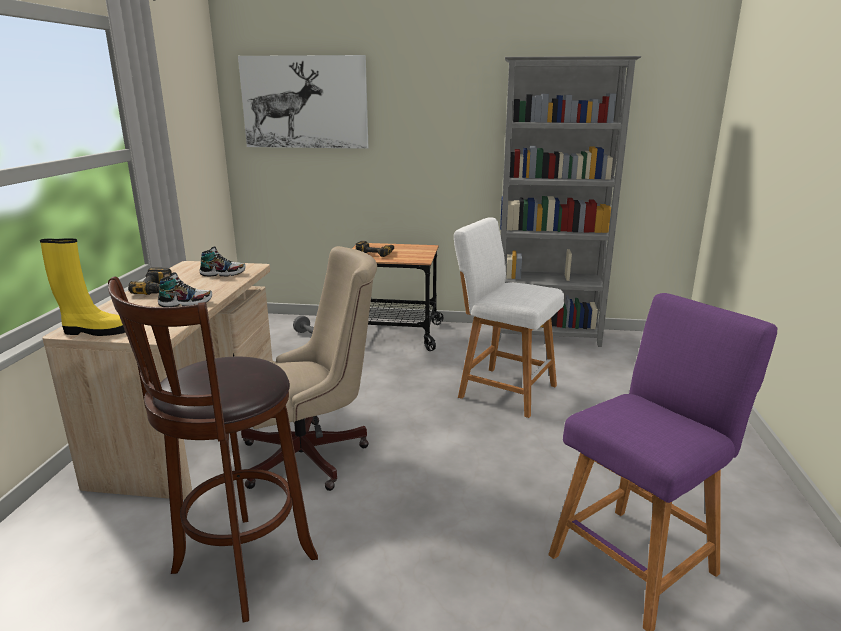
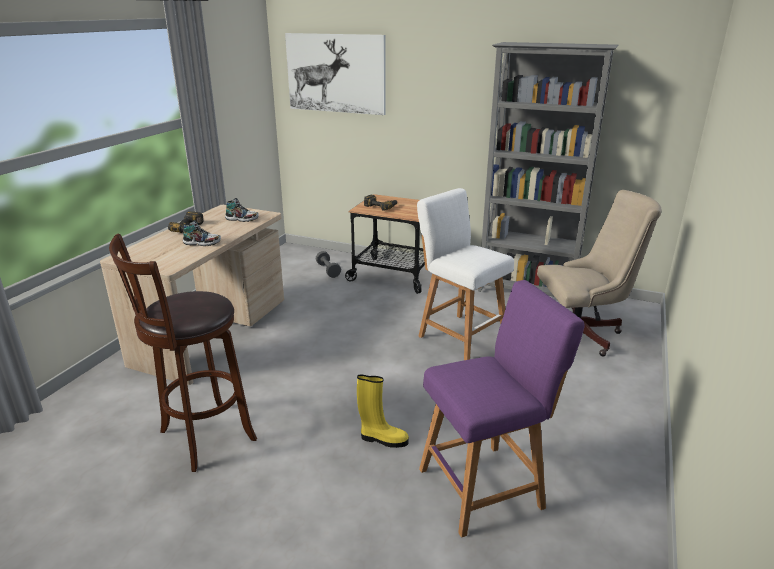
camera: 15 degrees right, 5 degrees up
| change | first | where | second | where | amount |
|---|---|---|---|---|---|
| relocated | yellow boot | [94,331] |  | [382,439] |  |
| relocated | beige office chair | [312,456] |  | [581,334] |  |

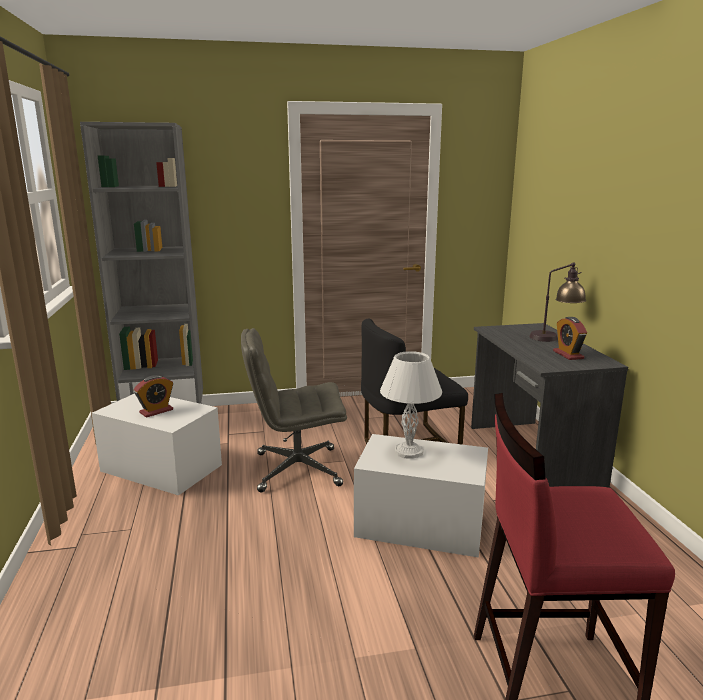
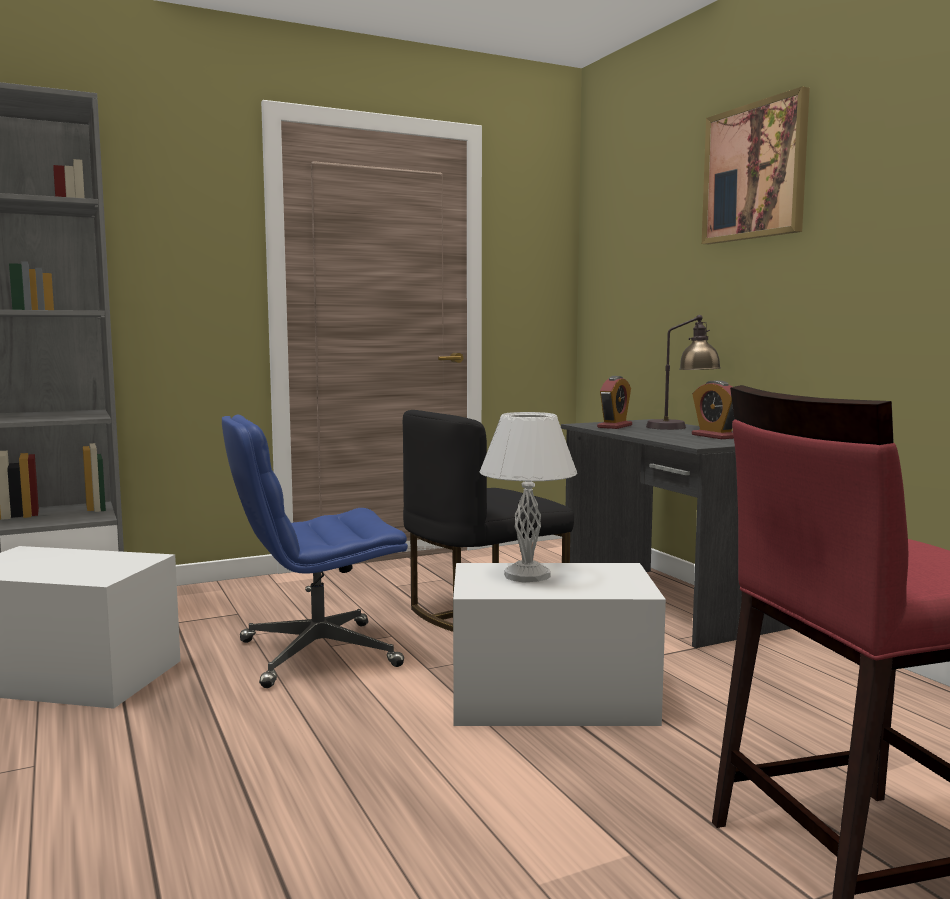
camera: 15 degrees left, 10 degrees down
| change | first | where | second | where | amount |
|---|---|---|---|---|---|
| colour | grey office chair | [296,469] | blue office chair | [316,654] |  |
| relocated | alarm clock | [156,411] |  | [614,426] |  |
| appeared |  |  | picture | [755,172] |  |

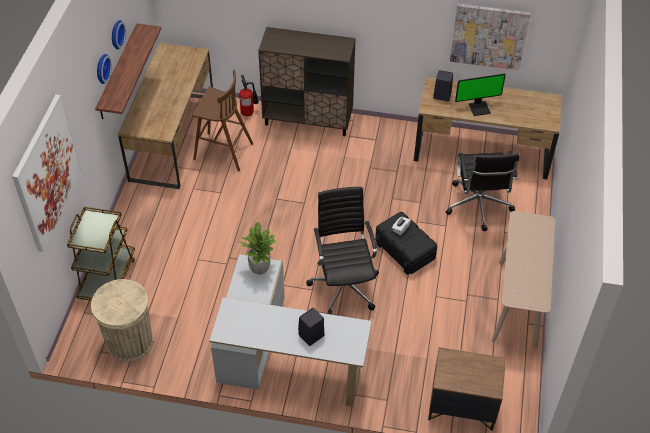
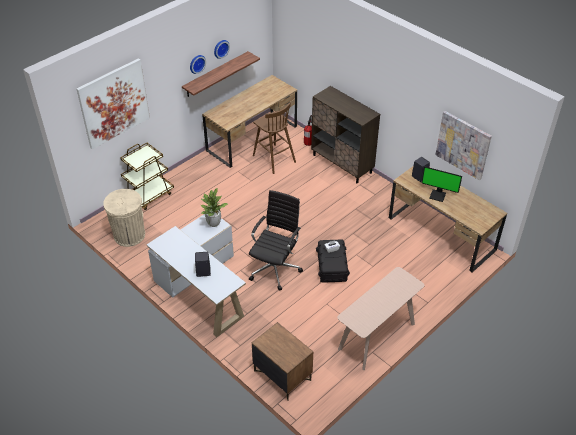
camera: 35 degrees right, 5 degrees down
| change | first | where | second | where | amount |
|---|---|---|---|---|---|
| missing | black office chair | [478,206] |  |  |  |

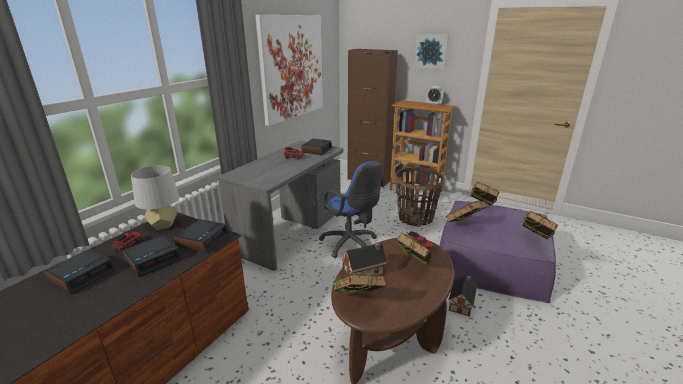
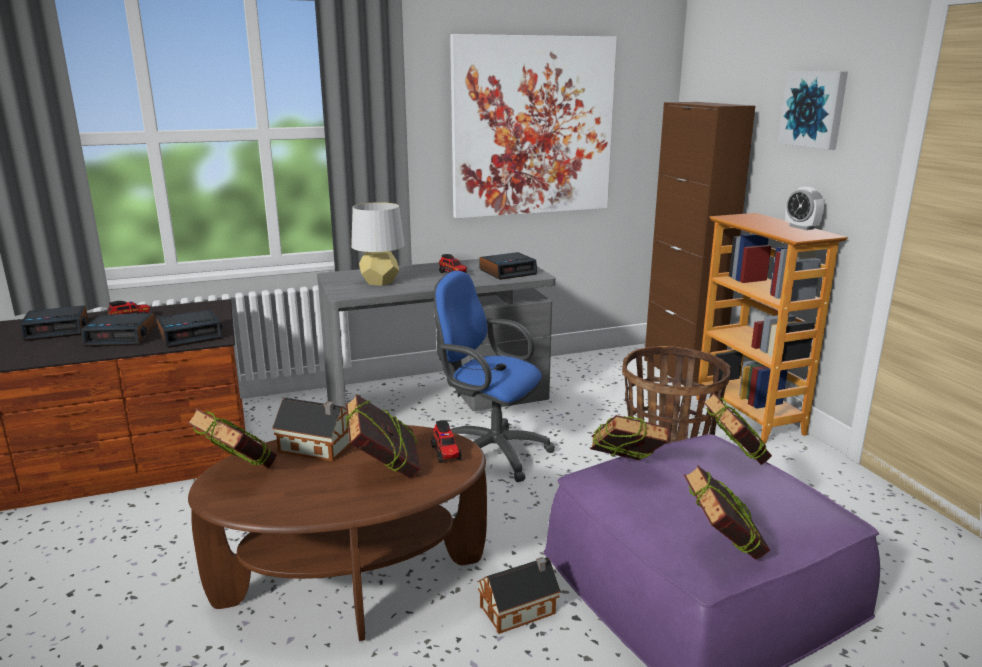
camera: 40 degrees right, 5 degrees down
| change | first | where | second | where | amount |
|---|---|---|---|---|---|
| spun | blue office chair | [351,245] |  | [489,452] | 120 degrees clockwise |
| relocated | grey table lamp | [163,225] |  | [379,282] |  |

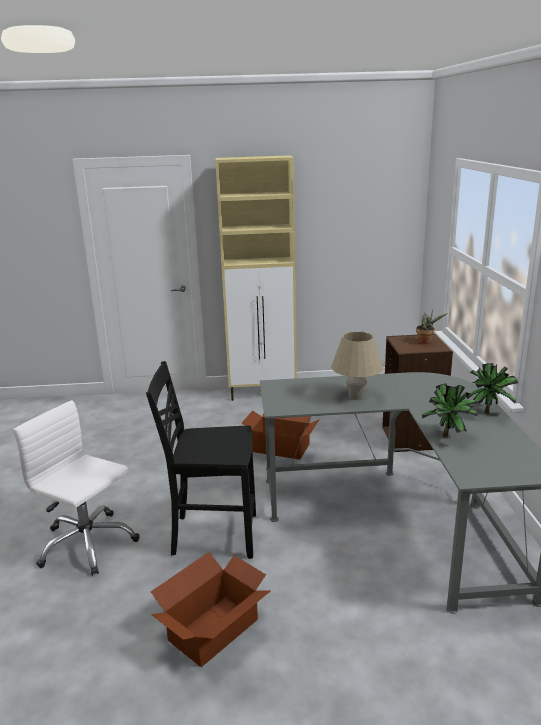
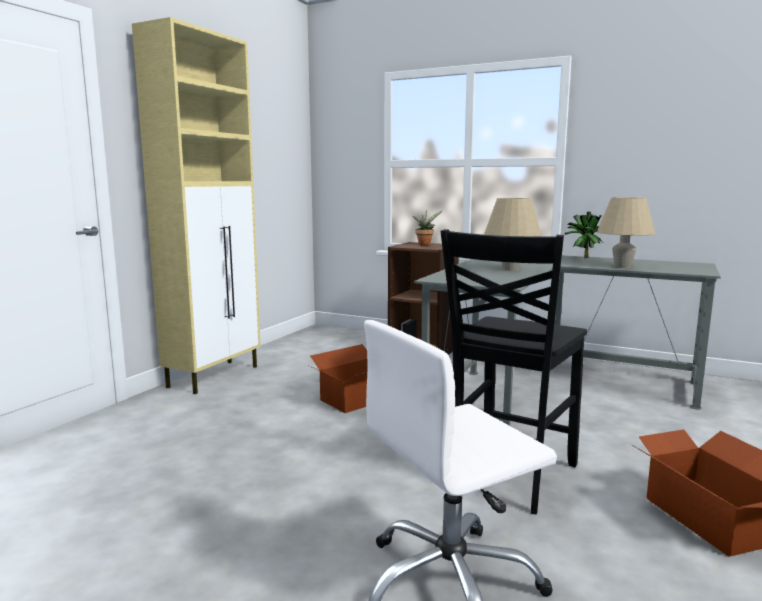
camera: 60 degrees left, 10 degrees down
| change | first | where | second | where | amount |
|---|---|---|---|---|---|
| exchanged | potted plant | [449,436] | beige table lamp | [622,266] |  |

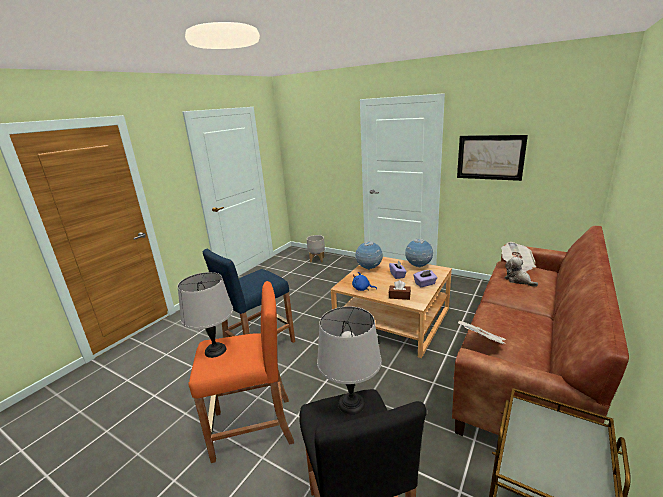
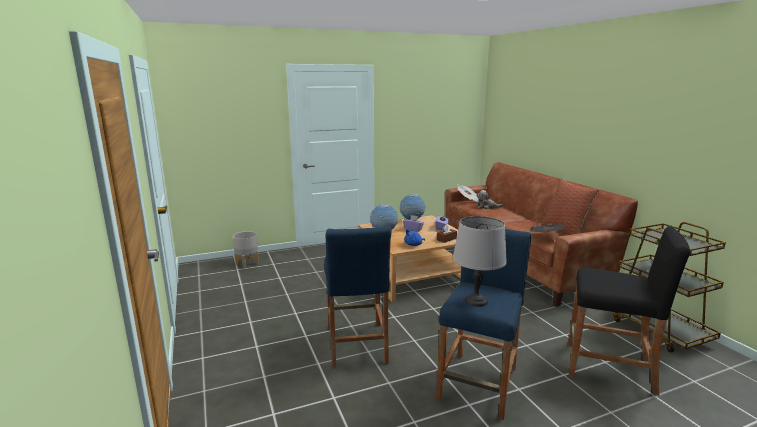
camera: 55 degrees left, 5 degrees down
| change | first | where | second | where | amount |
|---|---|---|---|---|---|
| missing | picture | [490,157] |  |  |  |
| colour | orange stool | [253,428] | blue stool | [478,383] |  |
| missing | grey table lamp | [352,404] |  |  |  |
| appeared |  |  | pillow | [565,230] |  |

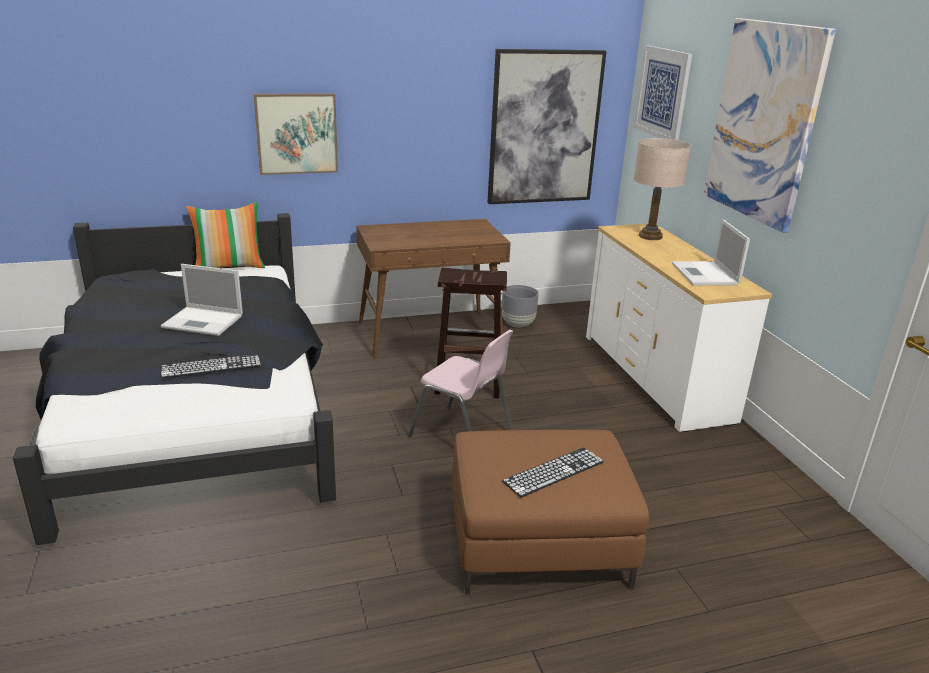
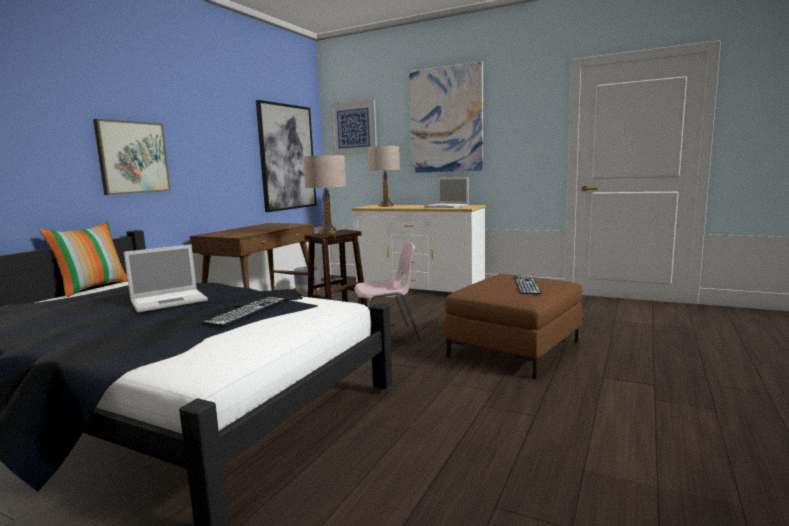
camera: 45 degrees left, 15 degrees down
| change | first | where | second | where | amount |
|---|---|---|---|---|---|
| appeared |  |  | beige table lamp | [328,233] |  |

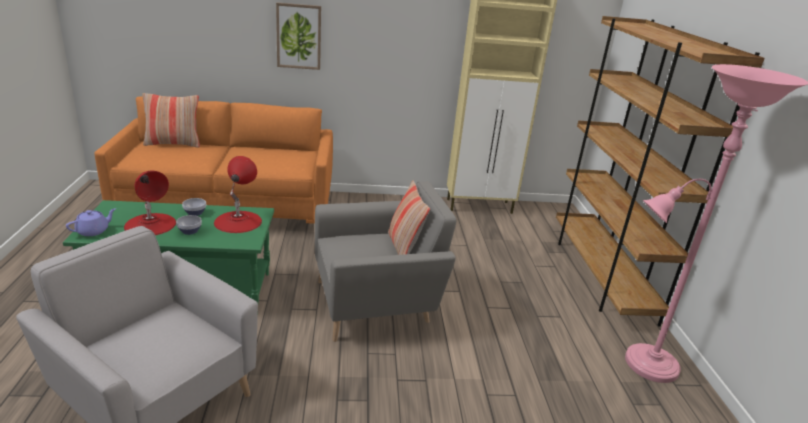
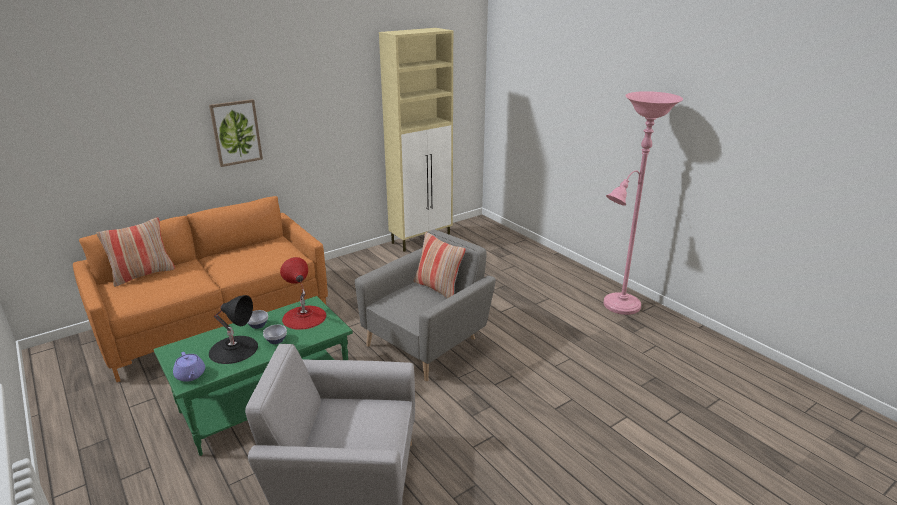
camera: 30 degrees left, 0 degrees up
| change | first | where | second | where | amount |
|---|---|---|---|---|---|
| missing | brown bookcase | [601,275] |  |  |  |
| colour | red table lamp | [150,224] | black table lamp | [233,349] |  |
| spun | purple teapot | [93,231] |  | [190,375] | 135 degrees clockwise |

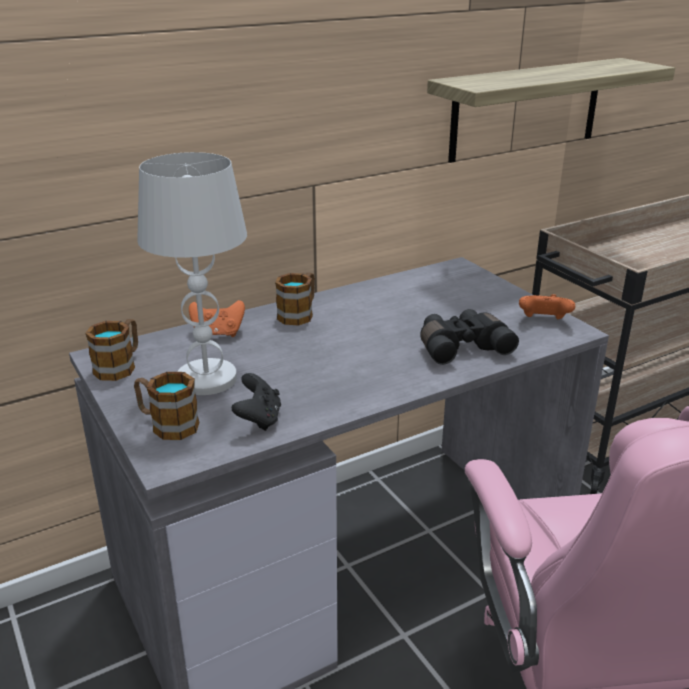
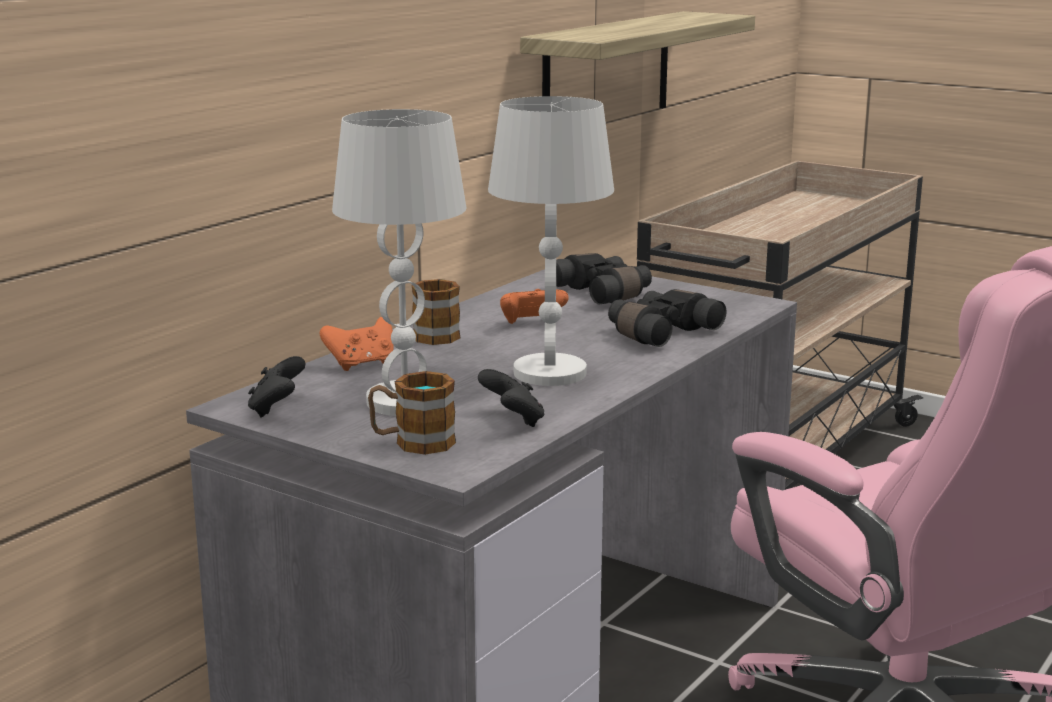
camera: 25 degrees left, 10 degrees down
| change | first | where | second | where | amount |
|---|---|---|---|---|---|
| relocated | orange game controller | [543,321] |  | [531,325] |  |
| exchanged | mug | [120,366] | black game controller | [277,409] |  |
| appeared |  |  | white table lamp | [549,373] |  |
| appeared |  |  | black binoculars | [604,293] |  |

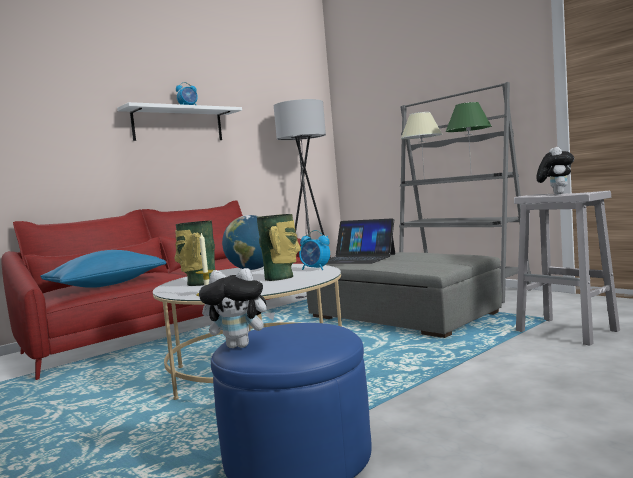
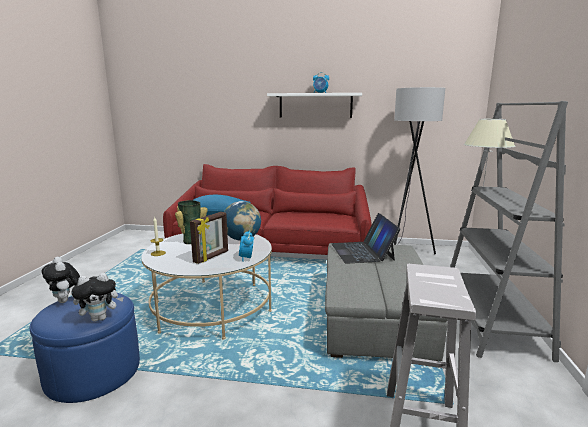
camera: 50 degrees right, 10 degrees up
| change | first | where | second | where | amount |
|---|---|---|---|---|---|
| missing | green table lamp | [471,175] |  |  |  |
| relocated | plush toy | [555,194] |  | [100,318] |  |
| exchanged | vase | [281,277] | picture frame | [211,257] |  |

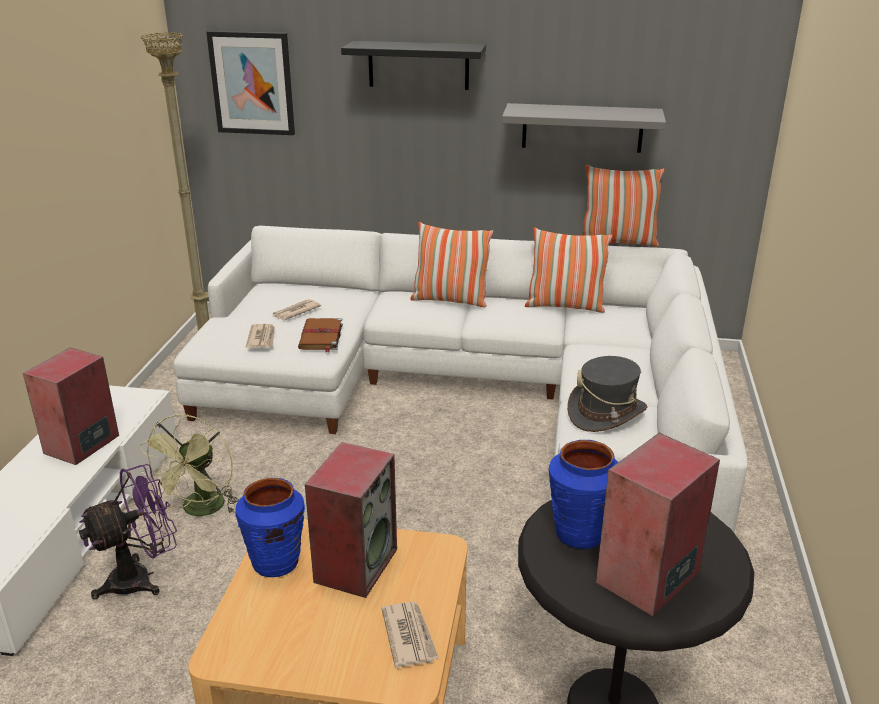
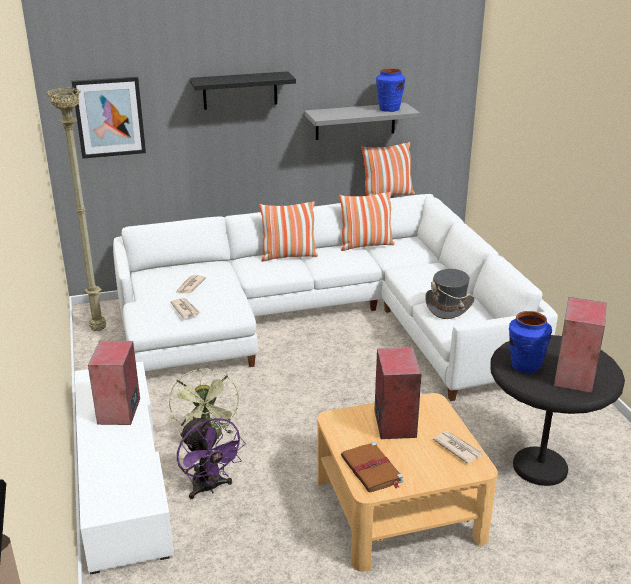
camera: 25 degrees left, 0 degrees up
| change | first | where | second | where | amount |
|---|---|---|---|---|---|
| relocated | brown book | [321,337] |  | [372,470] |  |
| spun | purple fan | [141,578] |  | [209,488] | 120 degrees clockwise |
| relocated | blue vase | [276,562] |  | [389,109] |  |

